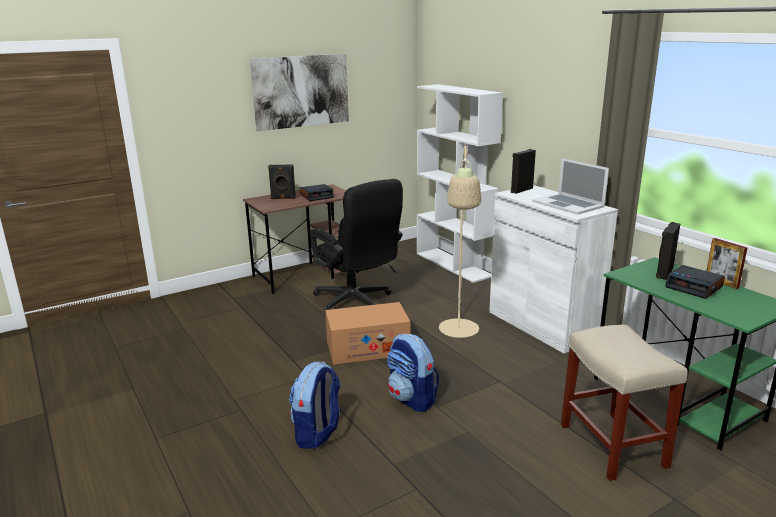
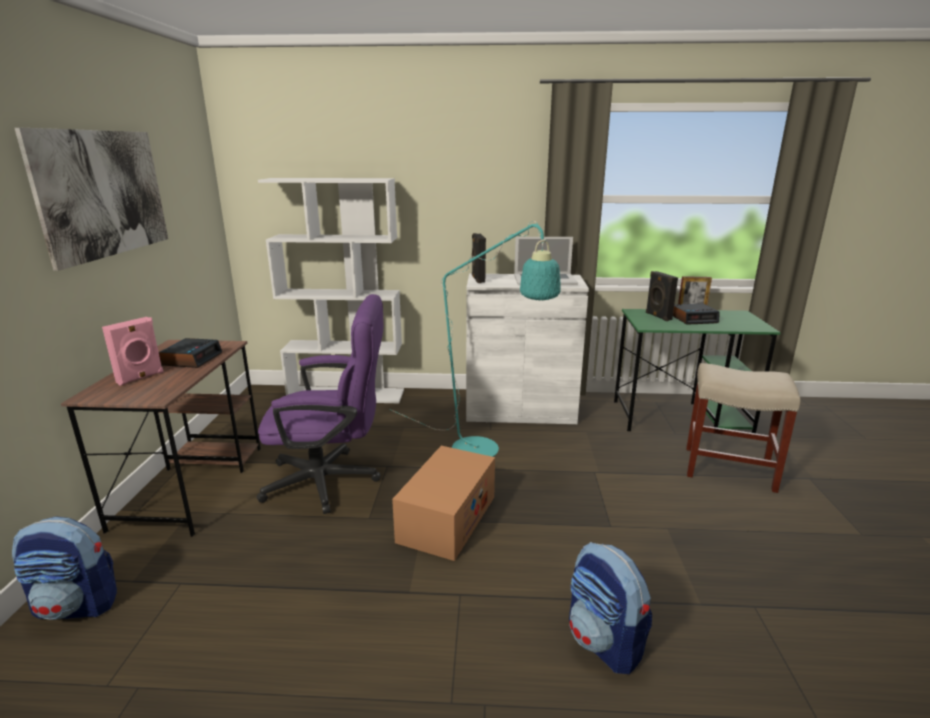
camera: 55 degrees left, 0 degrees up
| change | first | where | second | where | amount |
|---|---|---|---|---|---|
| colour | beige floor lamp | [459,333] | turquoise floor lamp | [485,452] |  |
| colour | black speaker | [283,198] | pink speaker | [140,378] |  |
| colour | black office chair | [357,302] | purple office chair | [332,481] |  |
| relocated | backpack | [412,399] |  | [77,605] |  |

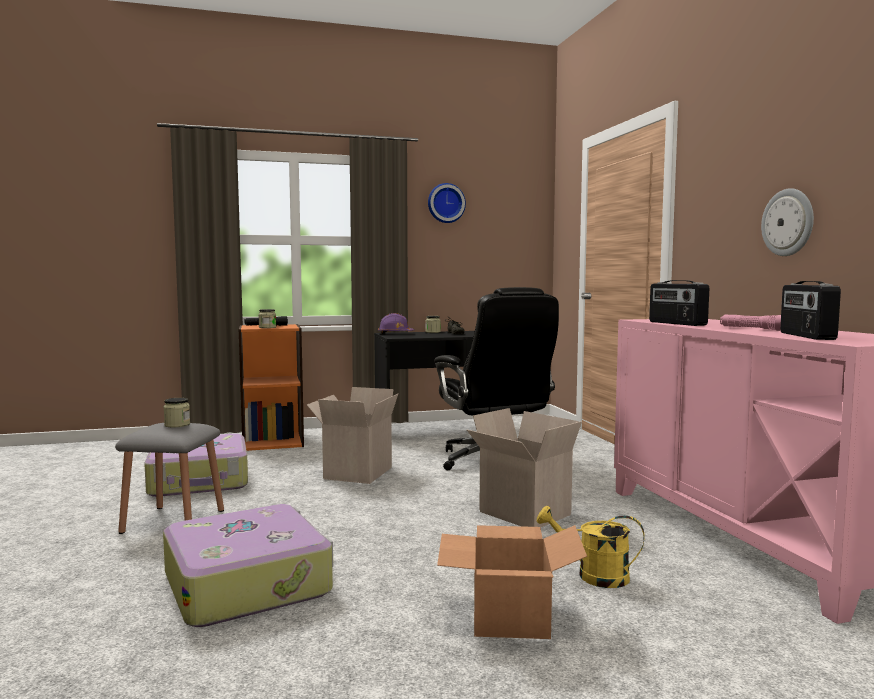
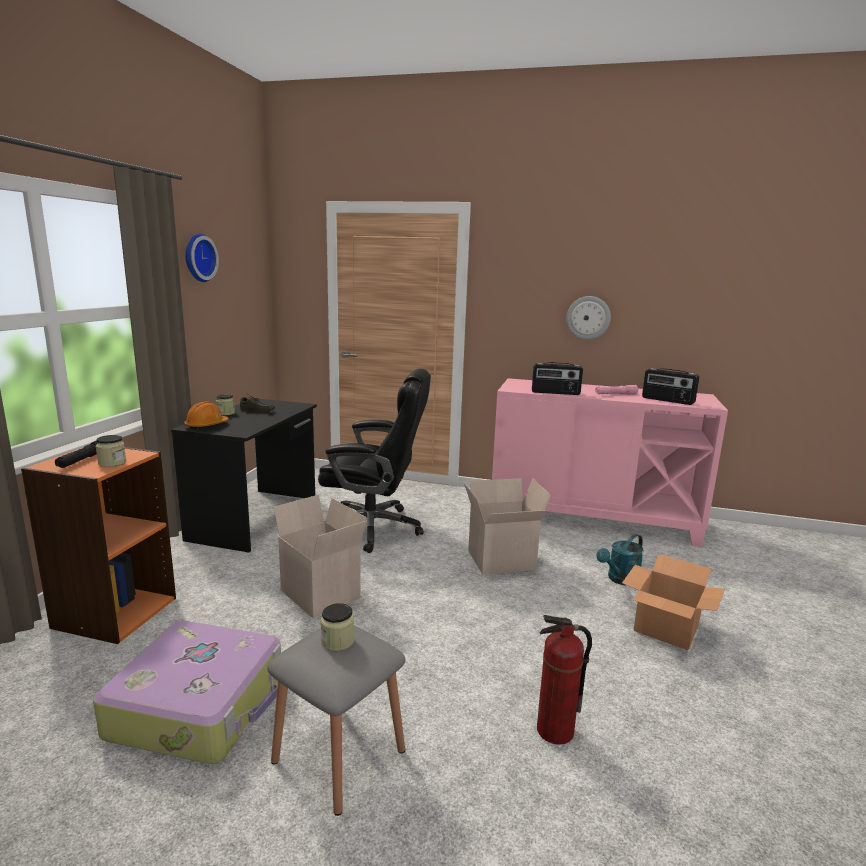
camera: 60 degrees left, 10 degrees up
| change | first | where | second | where | amount |
|---|---|---|---|---|---|
| colour | purple hard hat | [395,333] | orange hard hat | [206,426] |  |
| exchanged | suitcase | [248,583] | fire extinguisher | [554,731] |  |
| colour | yellow watering can | [593,575] | turquoise watering can | [620,579] |  |

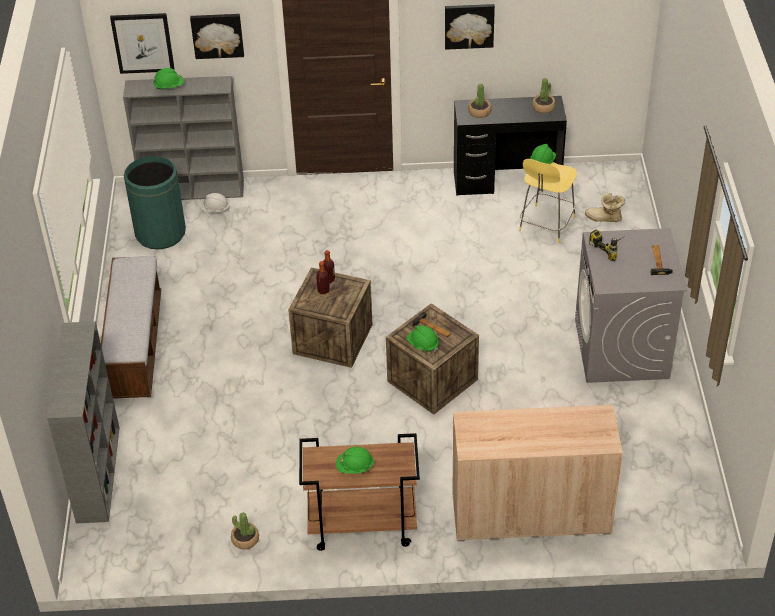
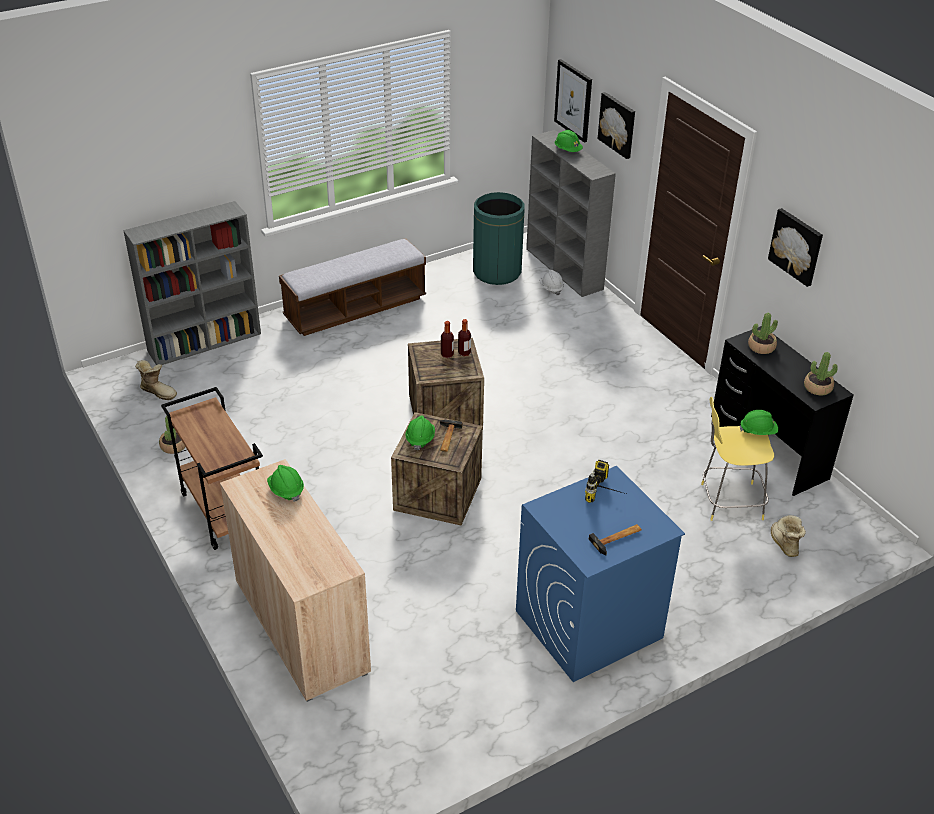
camera: 60 degrees right, 5 degrees down
| change | first | where | second | where | amount |
|---|---|---|---|---|---|
| colour | grey washing machine | [621,349] | blue washing machine | [588,625] |  |
| relocated | green hard hat | [355,467] |  | [286,490] |  |
| appeared |  |  | boot | [158,391] |  |

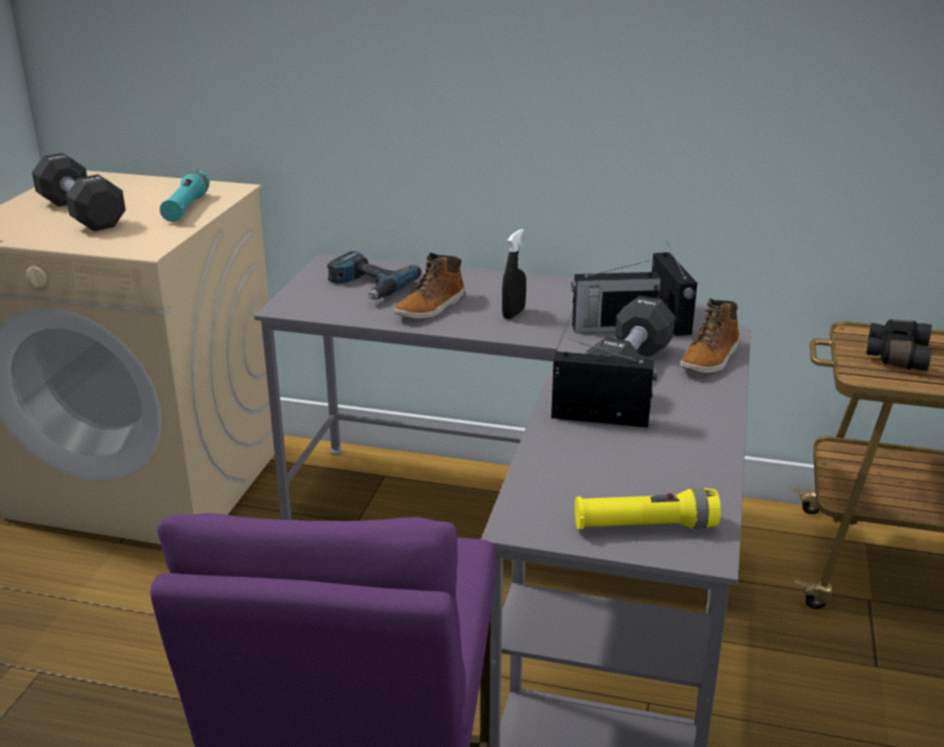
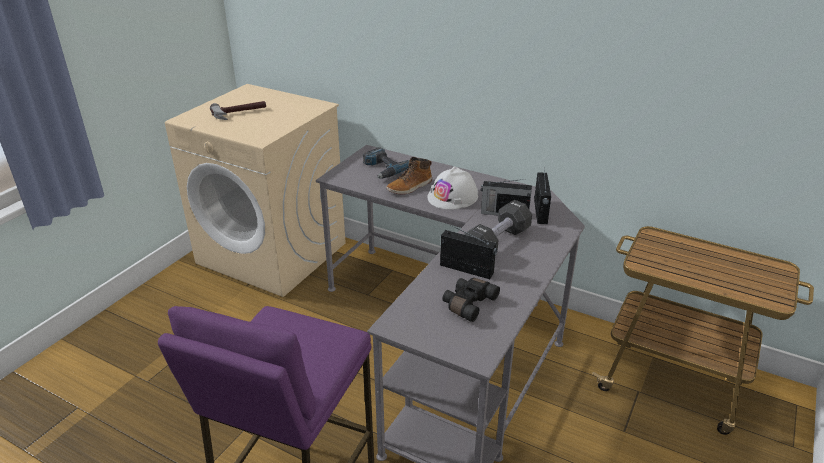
camera: 15 degrees right, 5 degrees up
| change | first | where | second | where | amount |
|---|---|---|---|---|---|
| exchanged | black dumbbell | [81,214] | hammer | [239,113] |  |
| missing | turquoise flashlight | [186,208] |  |  |  |
| exchanged | black spray bottle | [513,313] | white hard hat | [453,197] |  |
| missing | boot | [710,359] |  |  |  |
| relocated | black binoculars | [895,355] |  | [468,303] |  |
| missing | yellow flashlight | [645,526] |  |  |  |

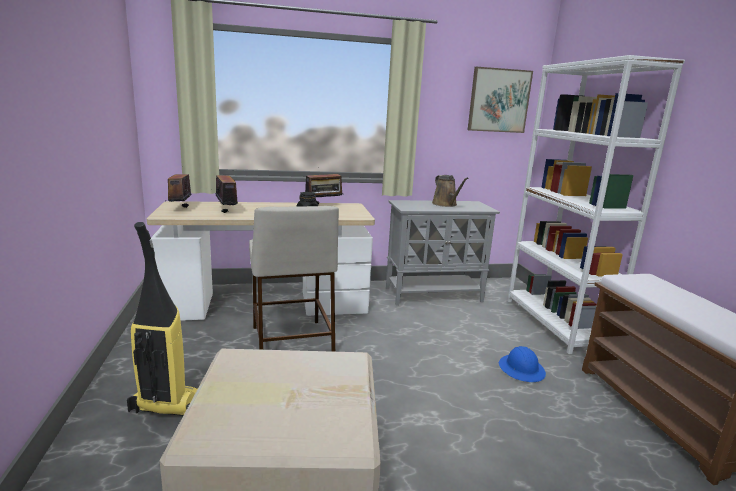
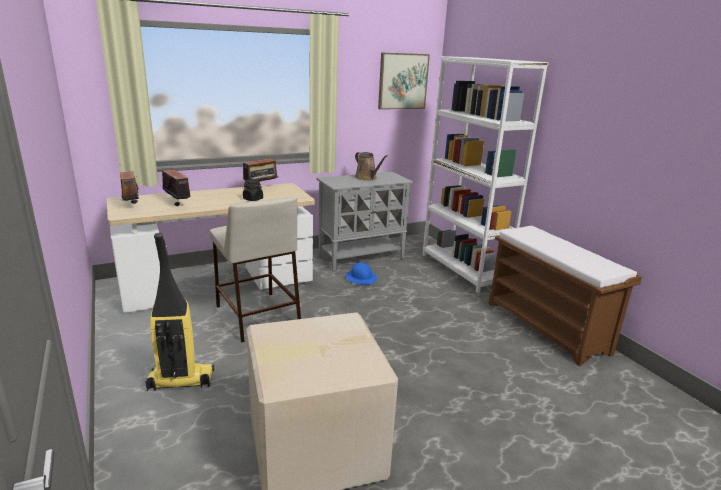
camera: 15 degrees left, 5 degrees up
| change | first | where | second | where | amount |
|---|---|---|---|---|---|
| relocated | blue hard hat | [521,369] |  | [361,278] |  |

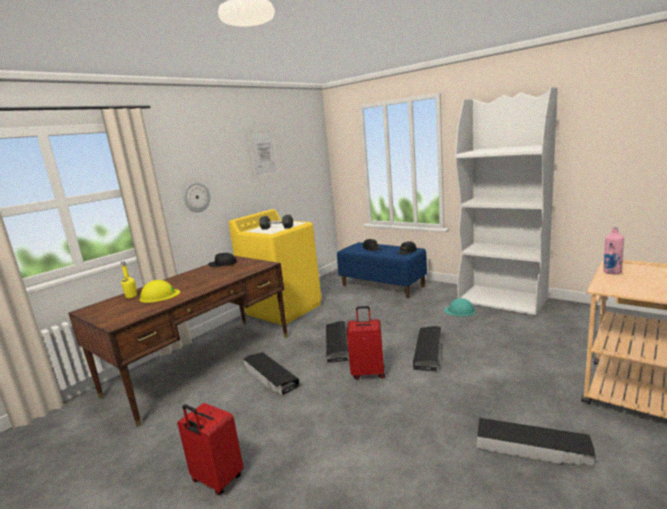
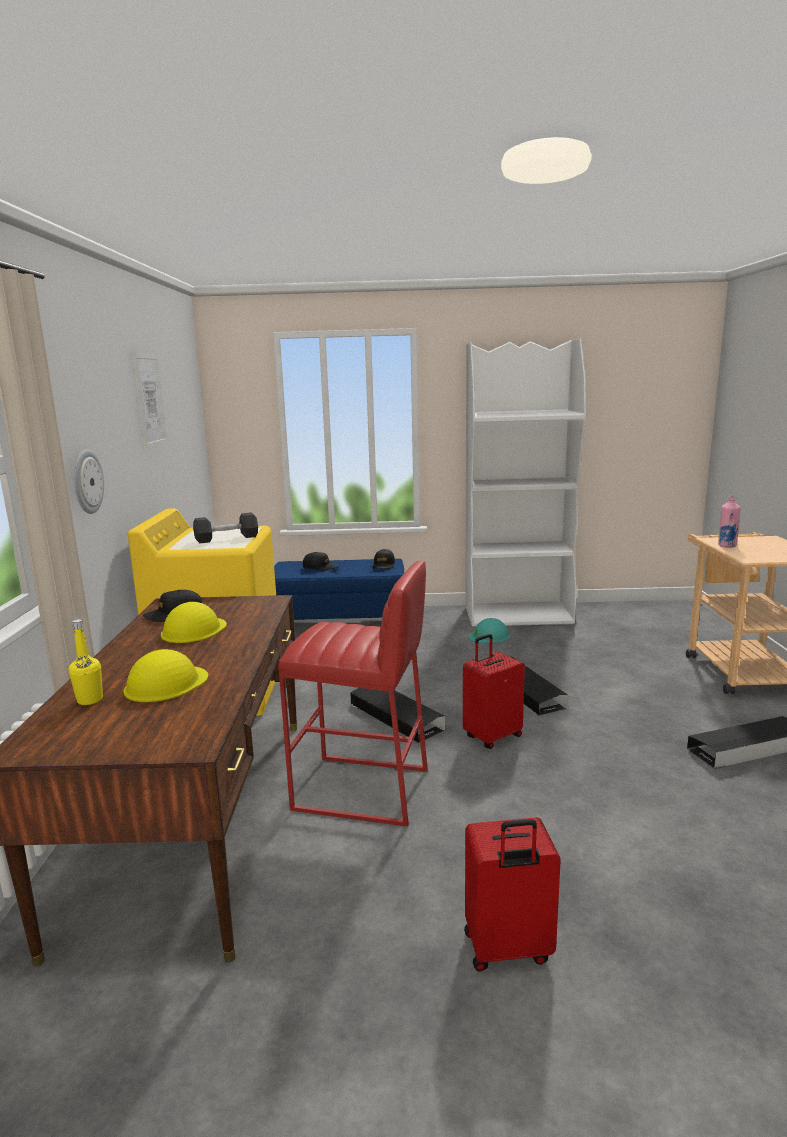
camera: 40 degrees left, 0 degrees up
| change | first | where | second | where | amount |
|---|---|---|---|---|---|
| exchanged | black storage box | [270,377] | red stool | [362,790] |  |
| appeared |  |  | yellow hard hat | [193,630] |  |

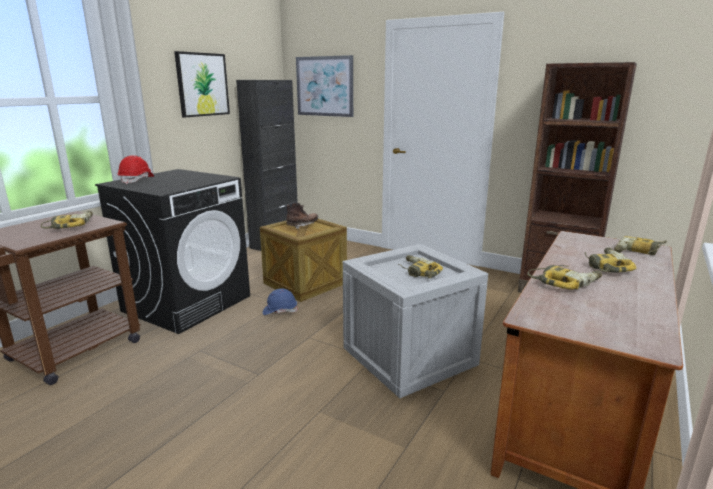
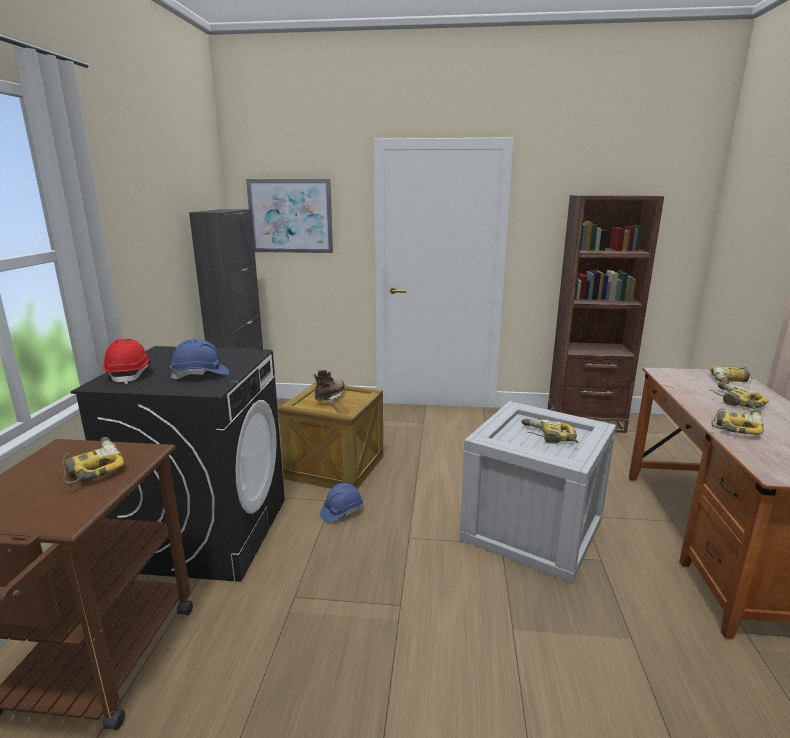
camera: 25 degrees left, 0 degrees up
| change | first | where | second | where | amount |
|---|---|---|---|---|---|
| missing | picture | [202,84] |  |  |  |
| appeared |  |  | blue hard hat | [200,375] |  |

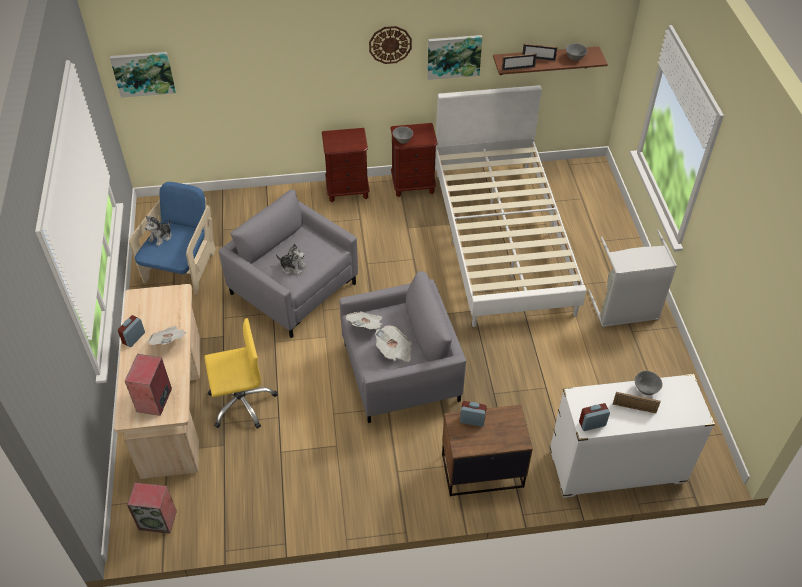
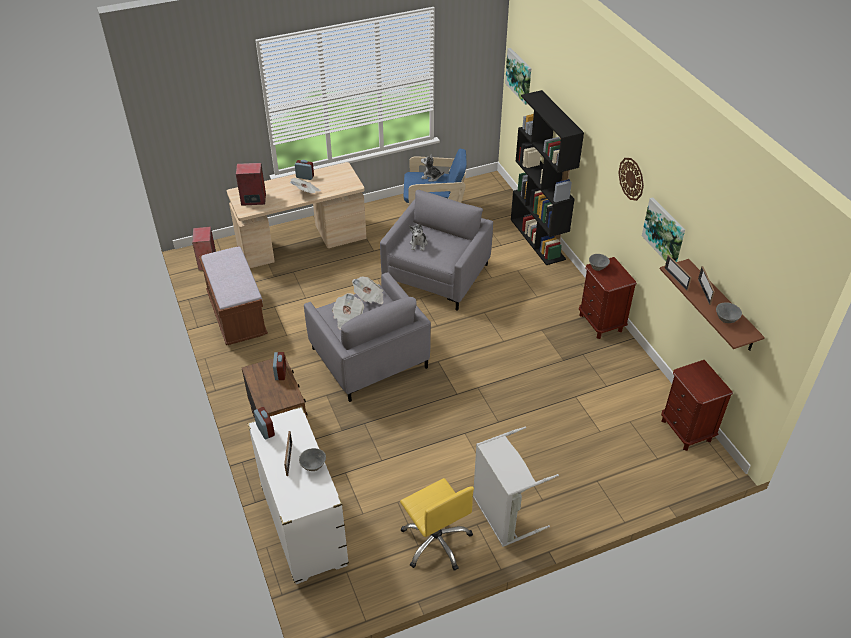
camera: 75 degrees right, 5 degrees down
| change | first | where | second | where | amount |
|---|---|---|---|---|---|
| missing | white bed | [502,239] |  |  |  |
| relocated | brown nightstand | [347,190] |  | [686,430] |  |
| relocated | yellow office chair | [241,402] |  | [436,541] |  |
| appeared |  |  | black bookcase | [538,239] |  |
| appeared |  |  | brown bench | [236,315] |  |

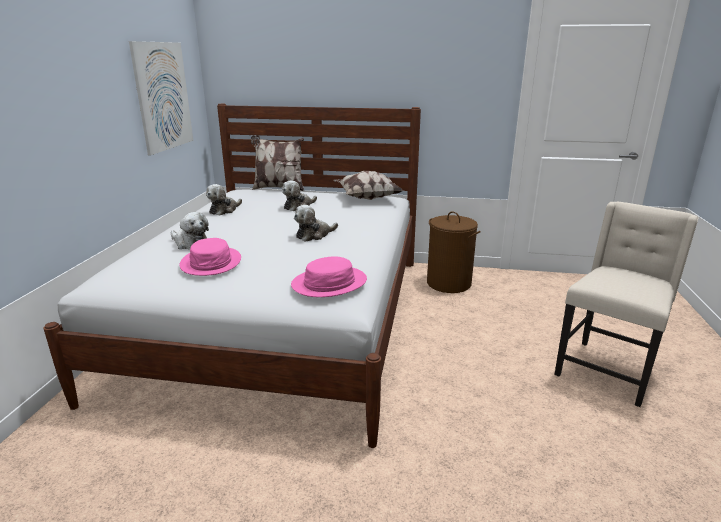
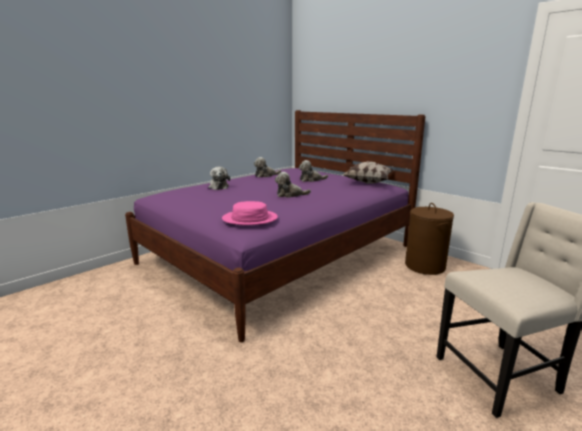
camera: 35 degrees right, 5 degrees down
| change | first | where | second | where | amount |
|---|---|---|---|---|---|
| missing | picture | [163,96] |  |  |  |
| colour | white bed | [283,319] | purple bed | [279,254] |  |
| missing | pillow | [278,188] |  |  |  |
| missing | pink hat | [211,262] |  |  |  |

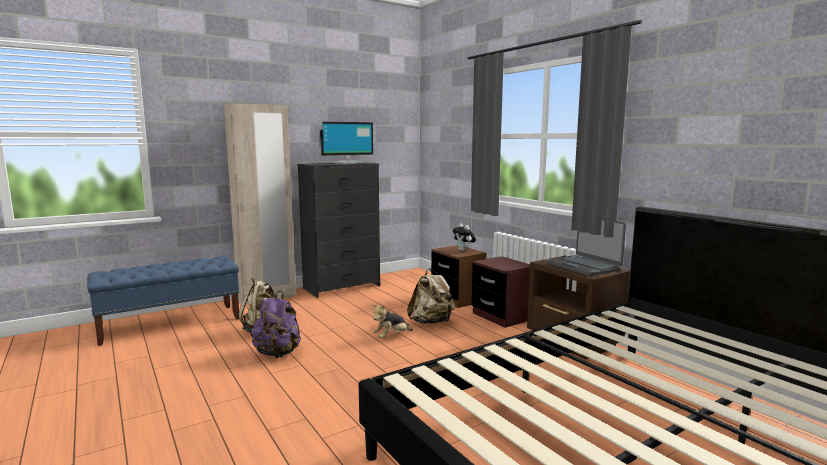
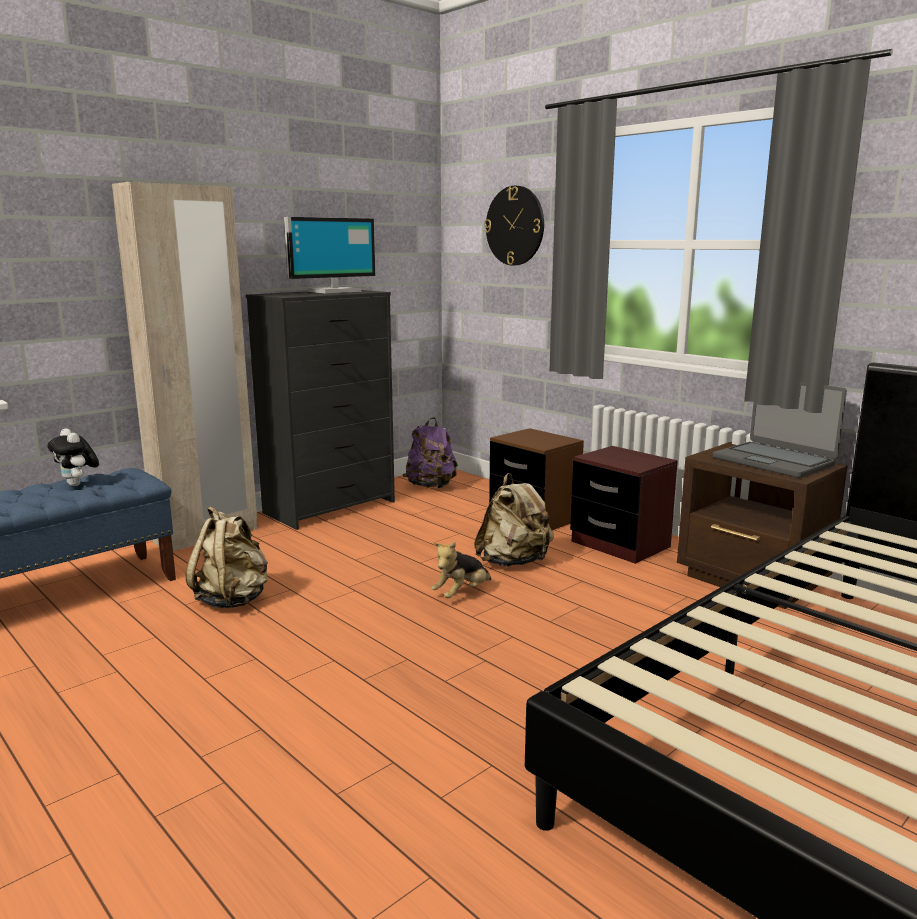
camera: 10 degrees left, 5 degrees up
| change | first | where | second | where | amount |
|---|---|---|---|---|---|
| relocated | plush toy | [464,250] |  | [78,485] |  |
| relocated | purple backpack | [278,354] |  | [431,487] |  |
| appeared |  |  | wall clock | [515,226] |  |

